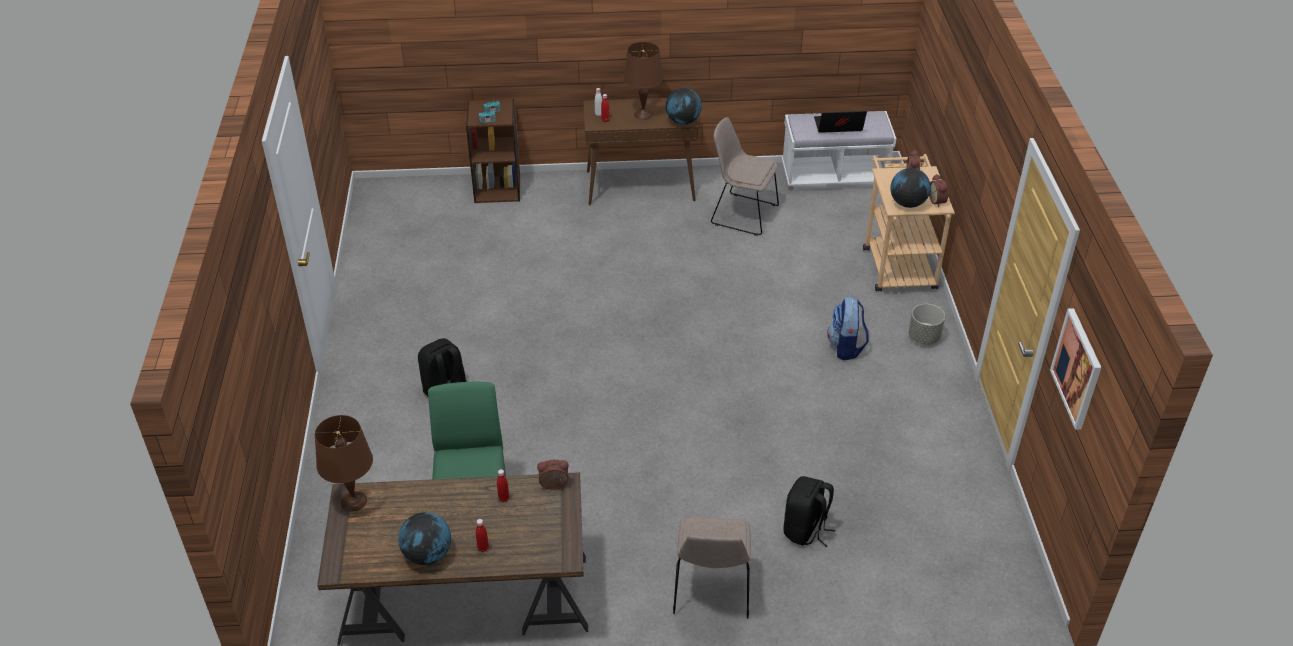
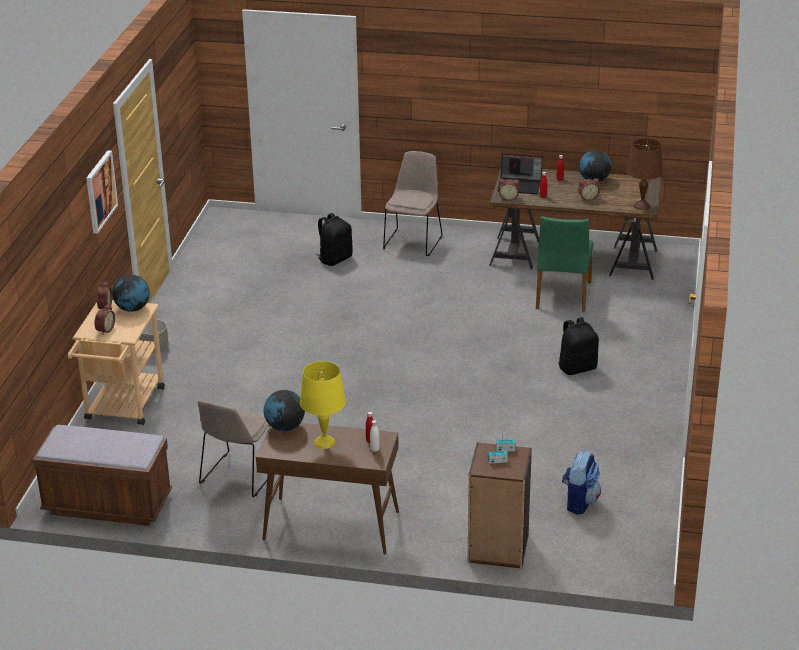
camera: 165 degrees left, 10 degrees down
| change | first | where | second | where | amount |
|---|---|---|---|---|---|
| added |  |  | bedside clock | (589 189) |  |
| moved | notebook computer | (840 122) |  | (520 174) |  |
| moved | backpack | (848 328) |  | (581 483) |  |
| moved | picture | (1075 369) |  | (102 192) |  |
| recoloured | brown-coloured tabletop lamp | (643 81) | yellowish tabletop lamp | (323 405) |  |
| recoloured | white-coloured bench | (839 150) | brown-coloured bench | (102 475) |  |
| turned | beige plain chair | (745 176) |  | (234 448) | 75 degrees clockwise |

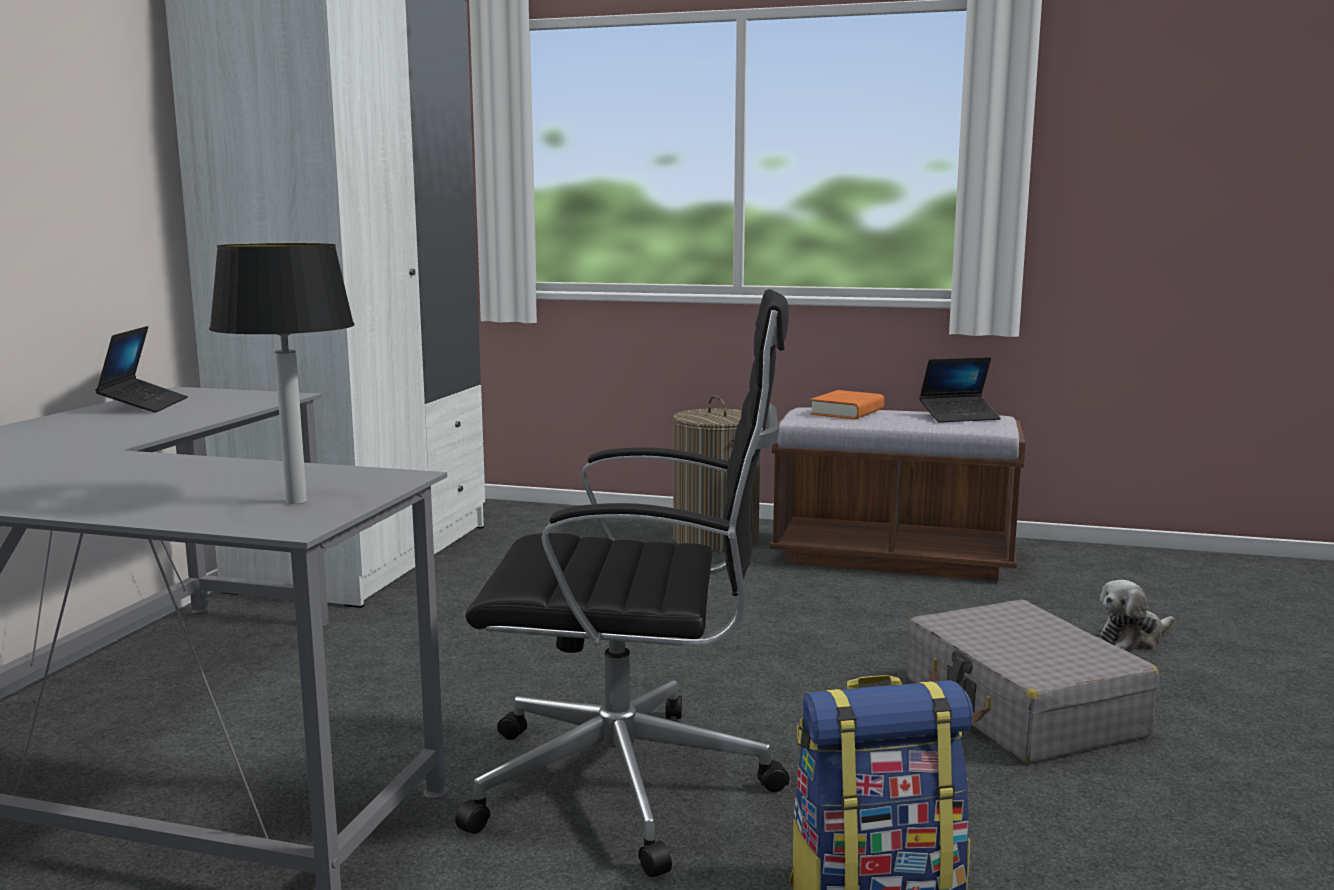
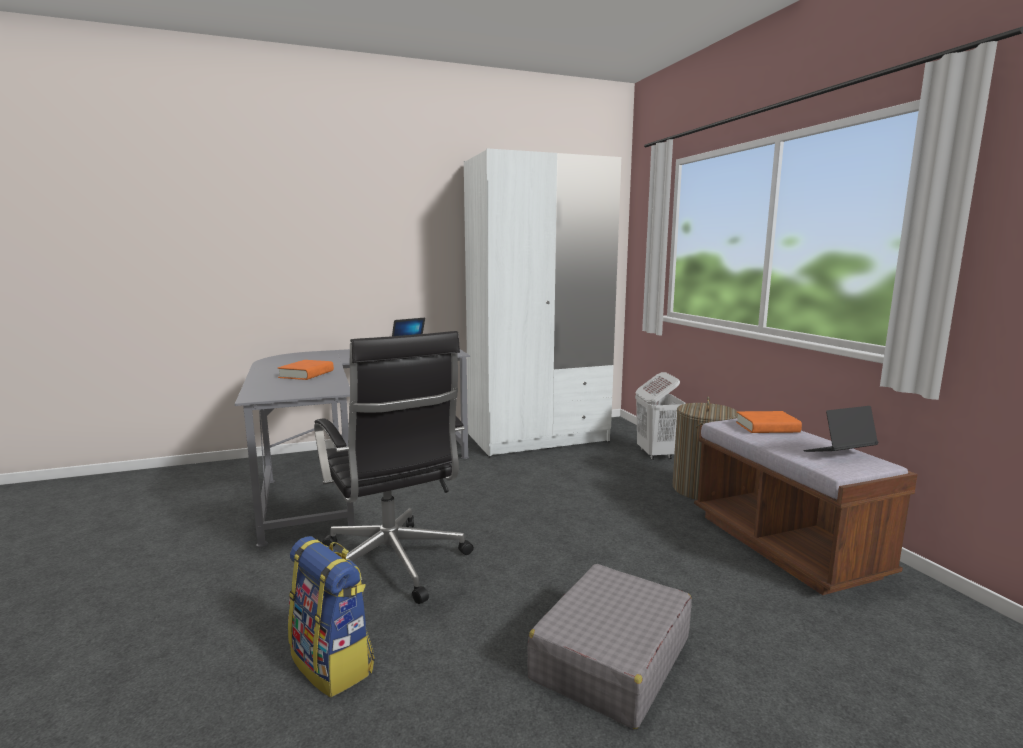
camera: 55 degrees right, 0 degrees up
| change | first | where | second | where | amount |
|---|---|---|---|---|---|
| removed | tabletop lamp | (281 373) |  |  |  |
| removed | plush toy | (1137 615) |  |  |  |
| added |  |  | orange book | (306 370) |  |
| added |  |  | white-coloured laundry basket | (660 416) |  |
| turned | notebook computer | (960 390) |  | (841 429) | 120 degrees clockwise |

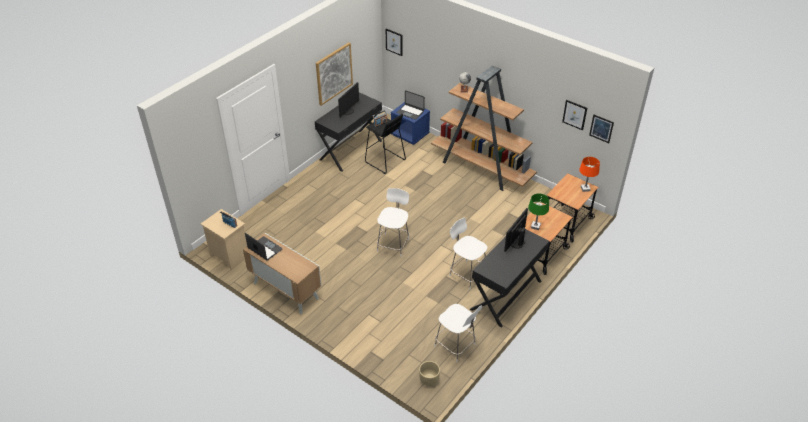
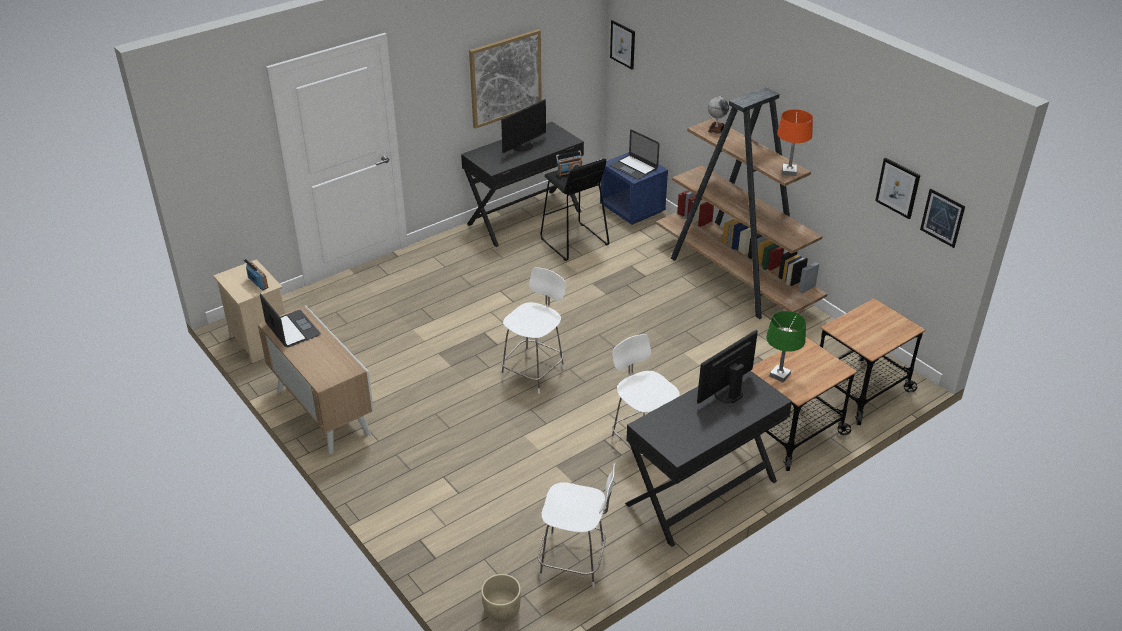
camera: 15 degrees right, 5 degrees down
| change | first | where | second | where | amount |
|---|---|---|---|---|---|
| moved | orange tabletop lamp | (589 174) |  | (795 142) |  |
| turned | white-coloured plain chair | (458 333) |  | (577 525) | 45 degrees counterclockwise |

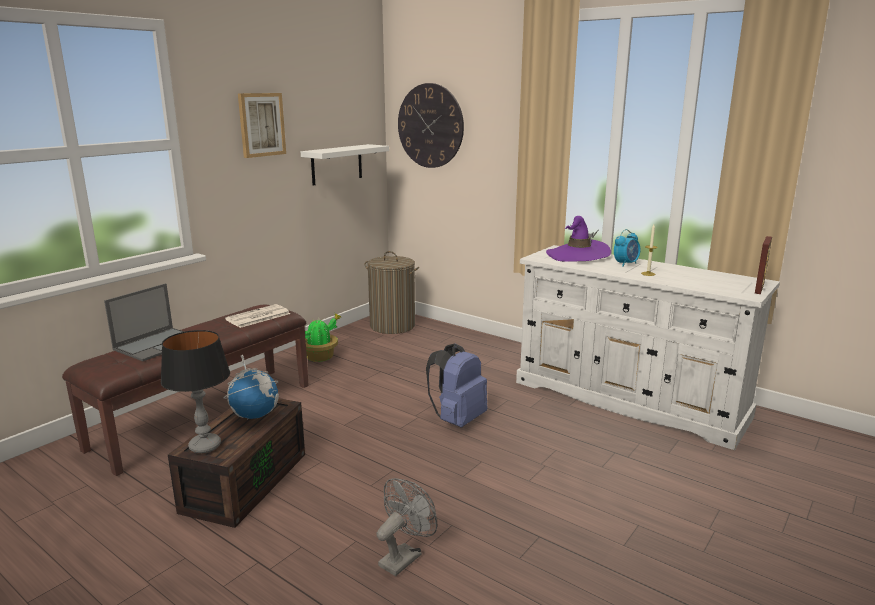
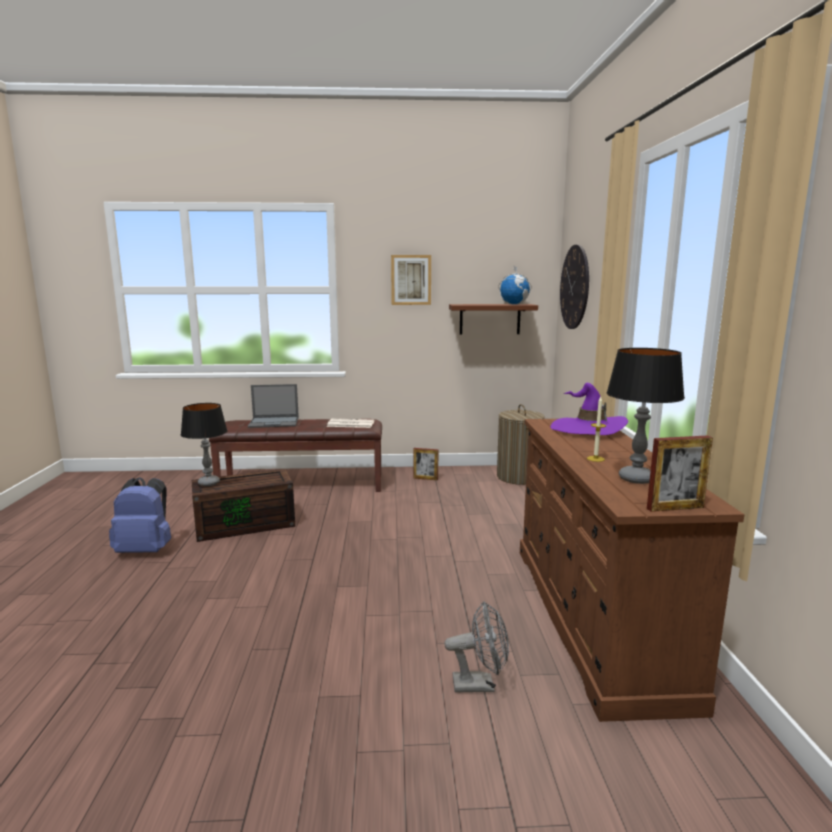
camera: 50 degrees right, 5 degrees down
| change | first | where | second | where | amount |
|---|---|---|---|---|---|
| removed | bedside clock | (627 248) |  |  |  |
| added |  |  | tabletop lamp | (645 416) |  |
| moved | globe | (251 387) |  | (515 285) |  |
| moved | grey electric fan | (406 527) |  | (476 646) |  |
| moved | blue backpack | (457 385) |  | (140 515) |  |
| replaced | plant in a pot | (323 337) | standing frame | (425 464) |  |
| recoloured | white-coloured wall shelf | (345 165) | brown-coloured wall shelf | (493 319) |  |
| recoloured | white-coloured drawer chest | (648 347) | brown-coloured drawer chest | (632 570) |  |

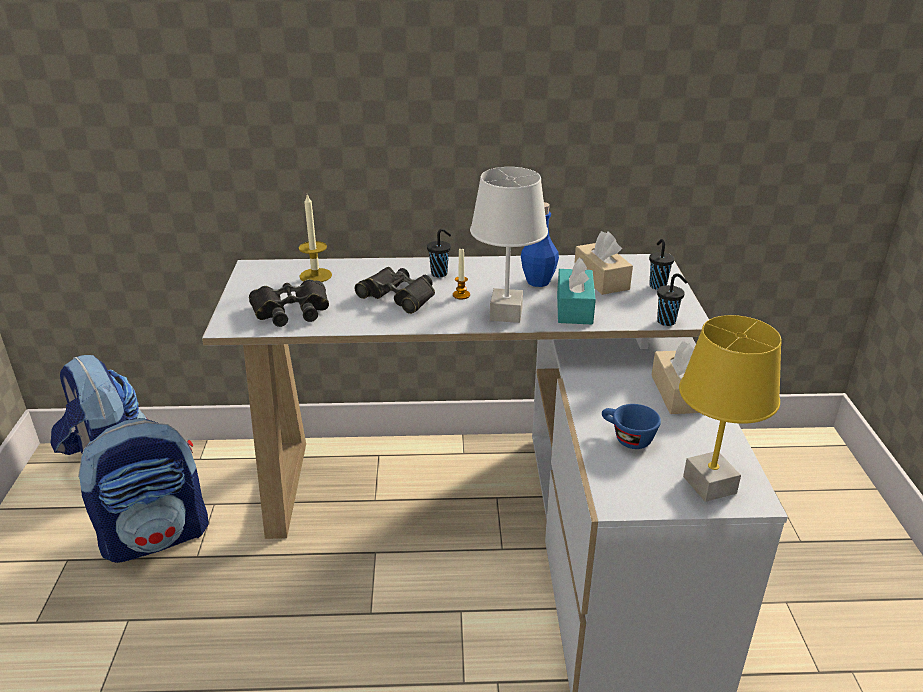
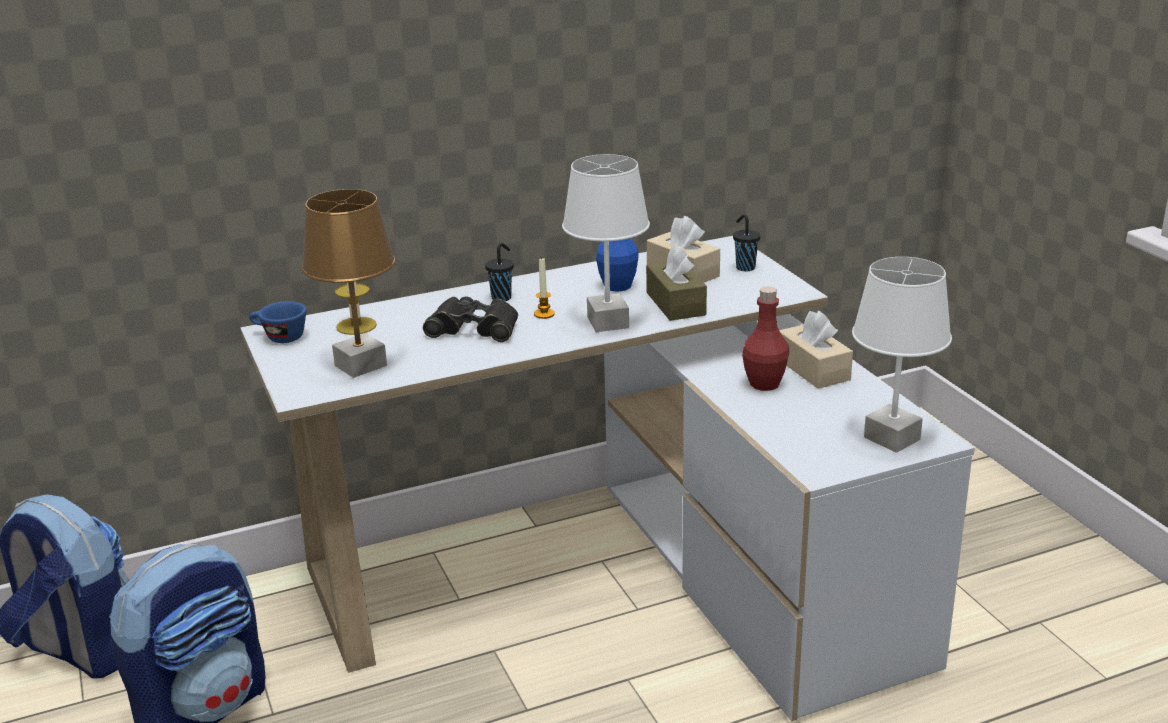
camera: 20 degrees left, 5 degrees down
| change | first | where | second | where | amount |
|---|---|---|---|---|---|
| removed | black-coloured cup | (672 299) |  |  |  |
| added |  |  | red bottle | (766 338) |  |
| moved | blue cup | (631 426) |  | (277 322) |  |
| replaced | black-coloured field glasses | (289 303) | brown-coloured tabletop lamp | (349 283) |  |
| recoloured | turquoise-coloured box of tissues | (576 291) | brown-coloured box of tissues | (676 283) |  |
| recoloured | yellowish tabletop lamp | (730 408) | white-coloured tabletop lamp | (902 355) |  |

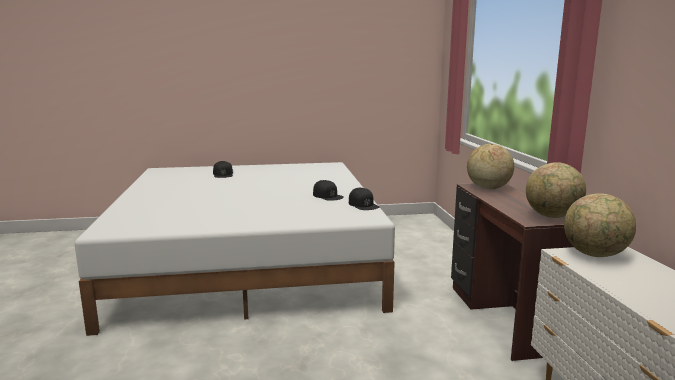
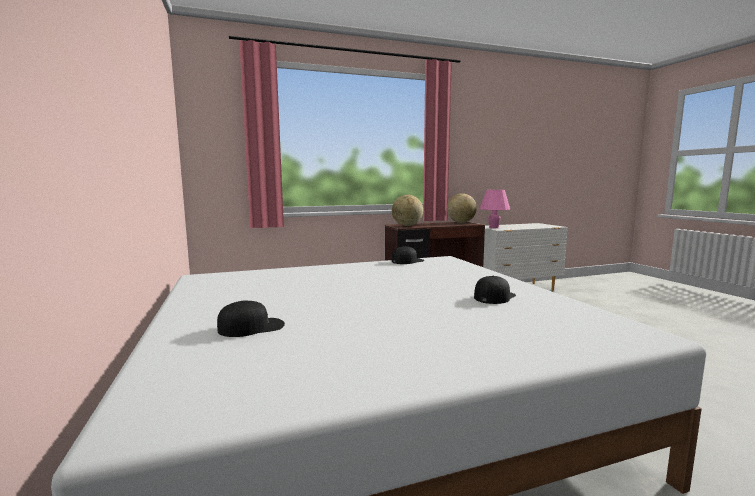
camera: 100 degrees left, 5 degrees down
| change | first | where | second | where | amount |
|---|---|---|---|---|---|
| moved | black-coloured peaked cap | (328 190) |  | (495 290) |  |
| replaced | globe | (600 225) | pink tabletop lamp | (495 209) |  |

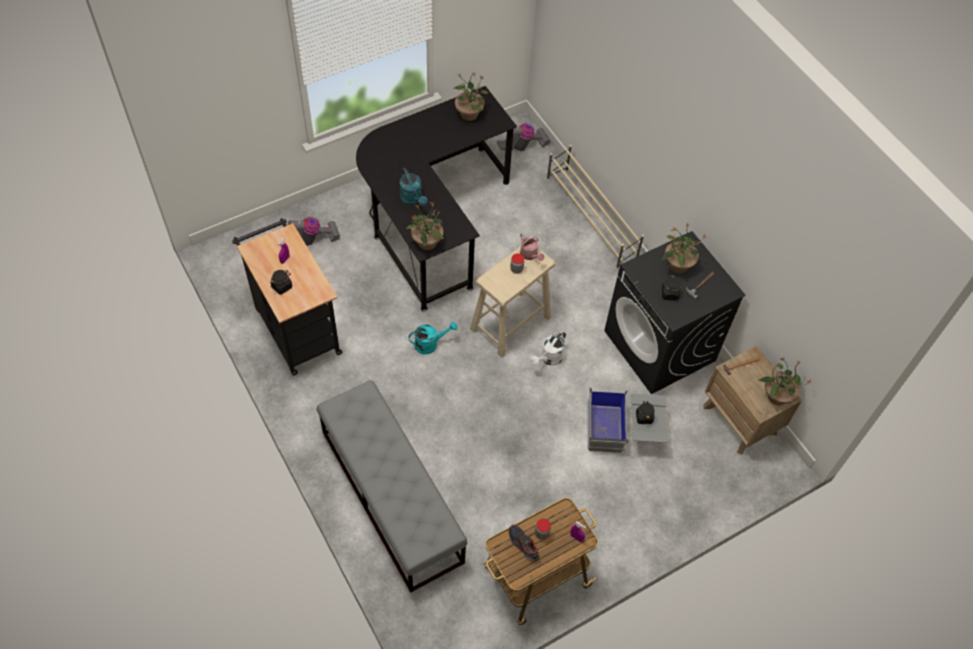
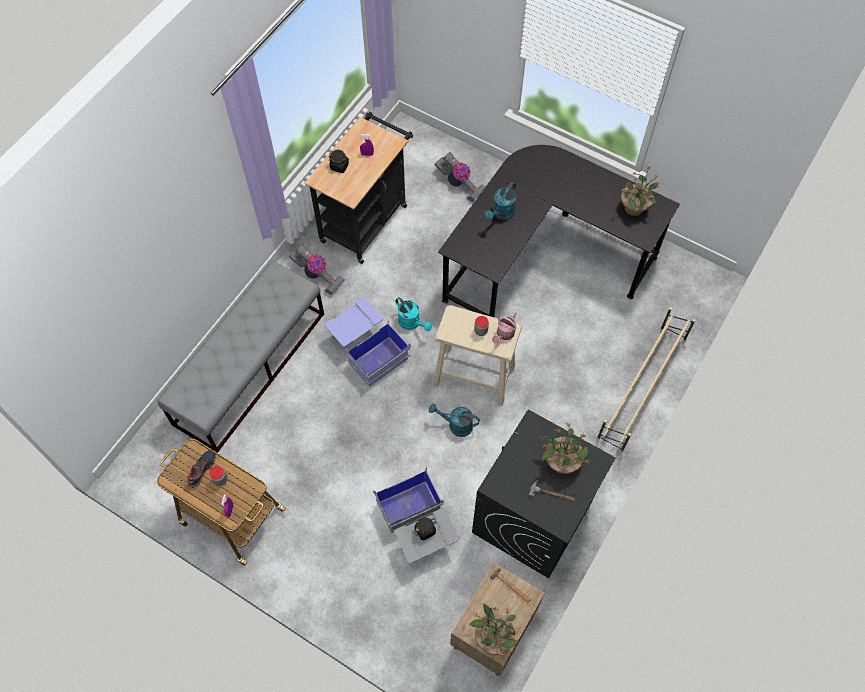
camera: 65 degrees right, 5 degrees up
| change | first | where | second | where | amount |
|---|---|---|---|---|---|
| removed | plant in a pot | (425 226) |  |  |  |
| removed | black-coloured storage jar | (671 288) |  |  |  |
| added |  |  | blue storage container | (368 341) |  |
| moved | hoover | (524 137) |  | (317 269) |  |
| recoloured | white-coloured watering can | (548 348) | turquoise-coloured watering can | (454 420) |  |

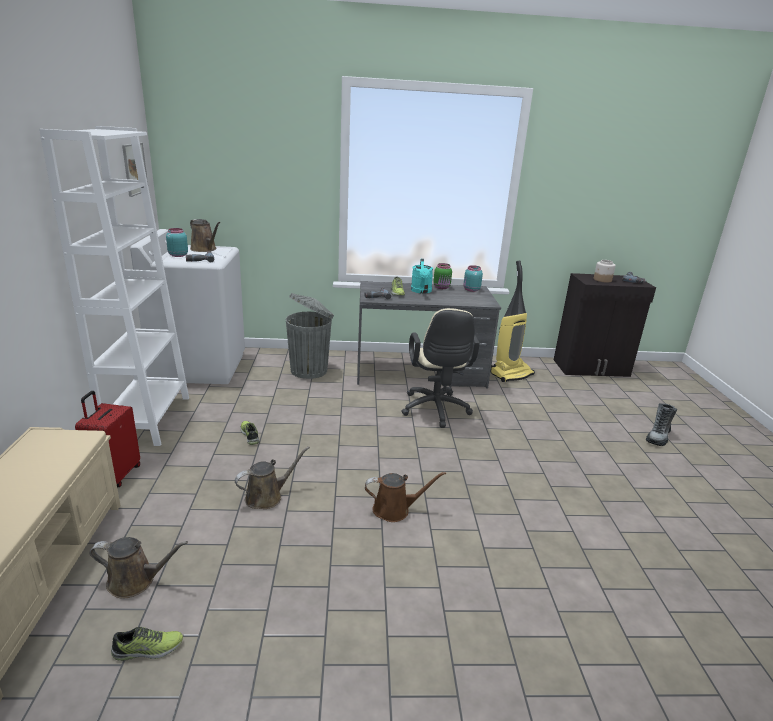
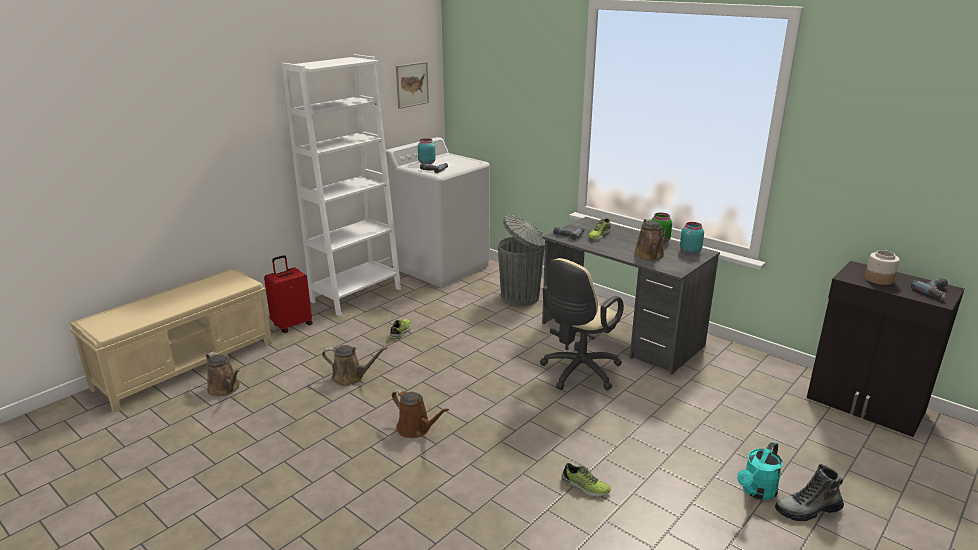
camera: 45 degrees right, 0 degrees up
| change | first | where | second | where | amount |
|---|---|---|---|---|---|
| removed | hoover | (512 321) |  |  |  |
| moved | item of footwear | (147 644) |  | (586 480) |  |
| moved | brown-coloured watering can | (205 235) |  | (649 240) |  |
| moved | turquoise-coloured watering can | (422 276) |  | (760 470) |  |

